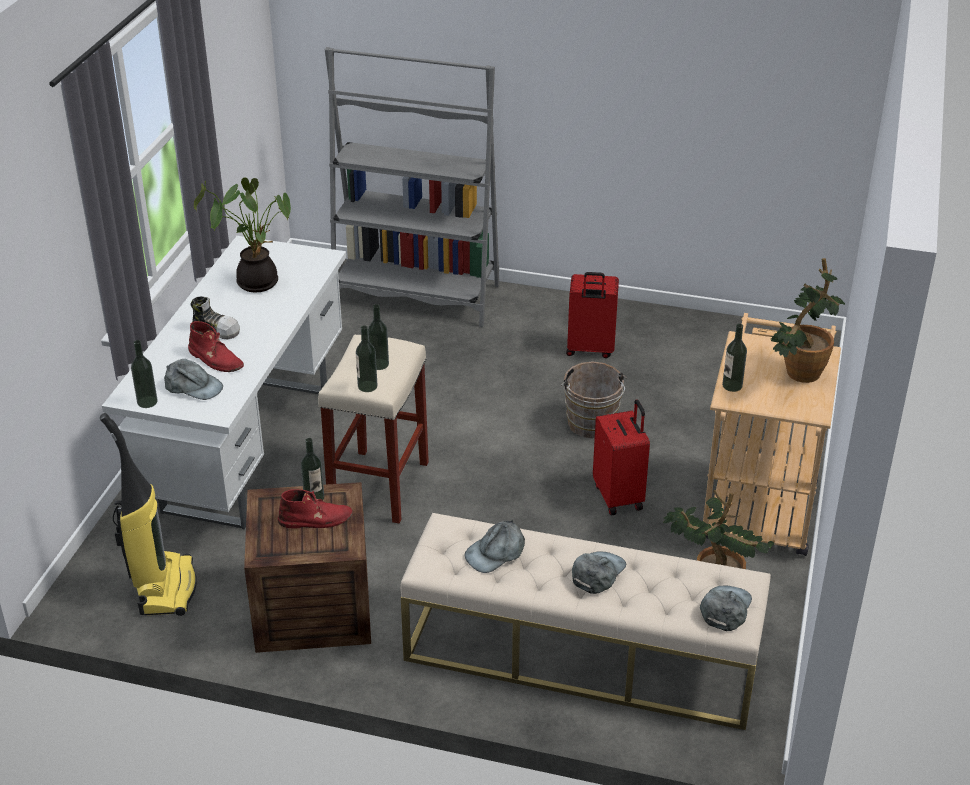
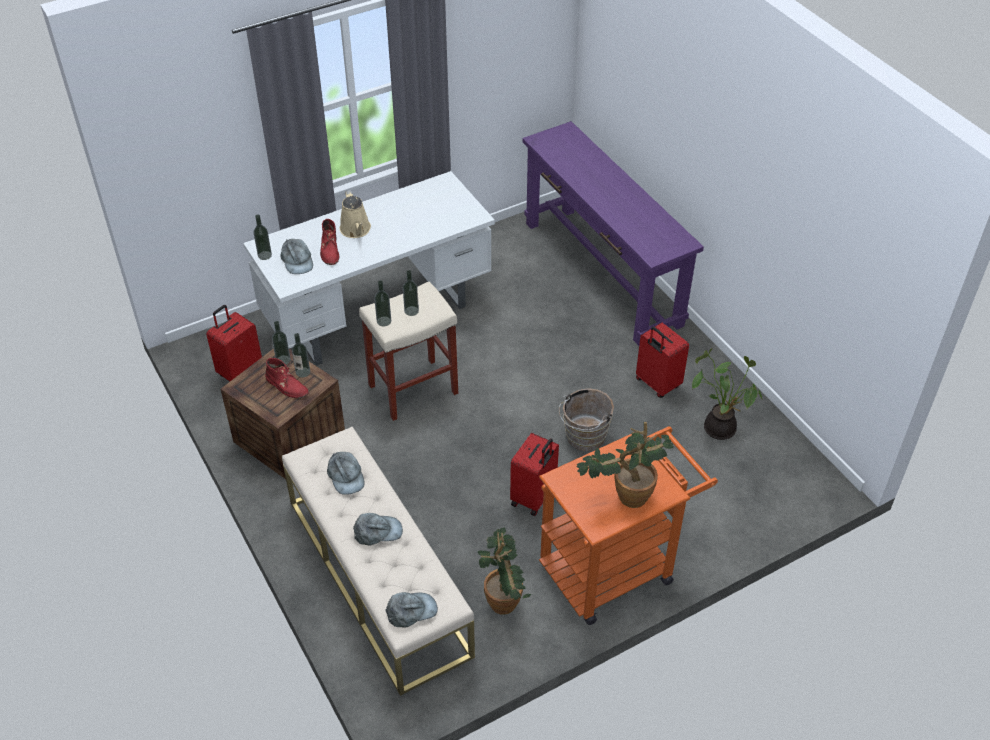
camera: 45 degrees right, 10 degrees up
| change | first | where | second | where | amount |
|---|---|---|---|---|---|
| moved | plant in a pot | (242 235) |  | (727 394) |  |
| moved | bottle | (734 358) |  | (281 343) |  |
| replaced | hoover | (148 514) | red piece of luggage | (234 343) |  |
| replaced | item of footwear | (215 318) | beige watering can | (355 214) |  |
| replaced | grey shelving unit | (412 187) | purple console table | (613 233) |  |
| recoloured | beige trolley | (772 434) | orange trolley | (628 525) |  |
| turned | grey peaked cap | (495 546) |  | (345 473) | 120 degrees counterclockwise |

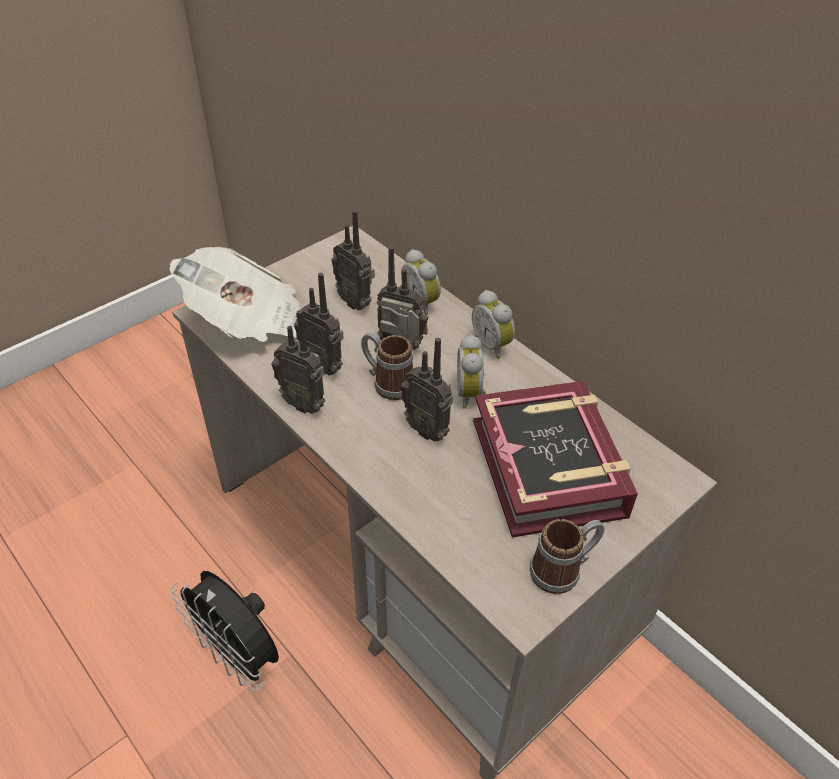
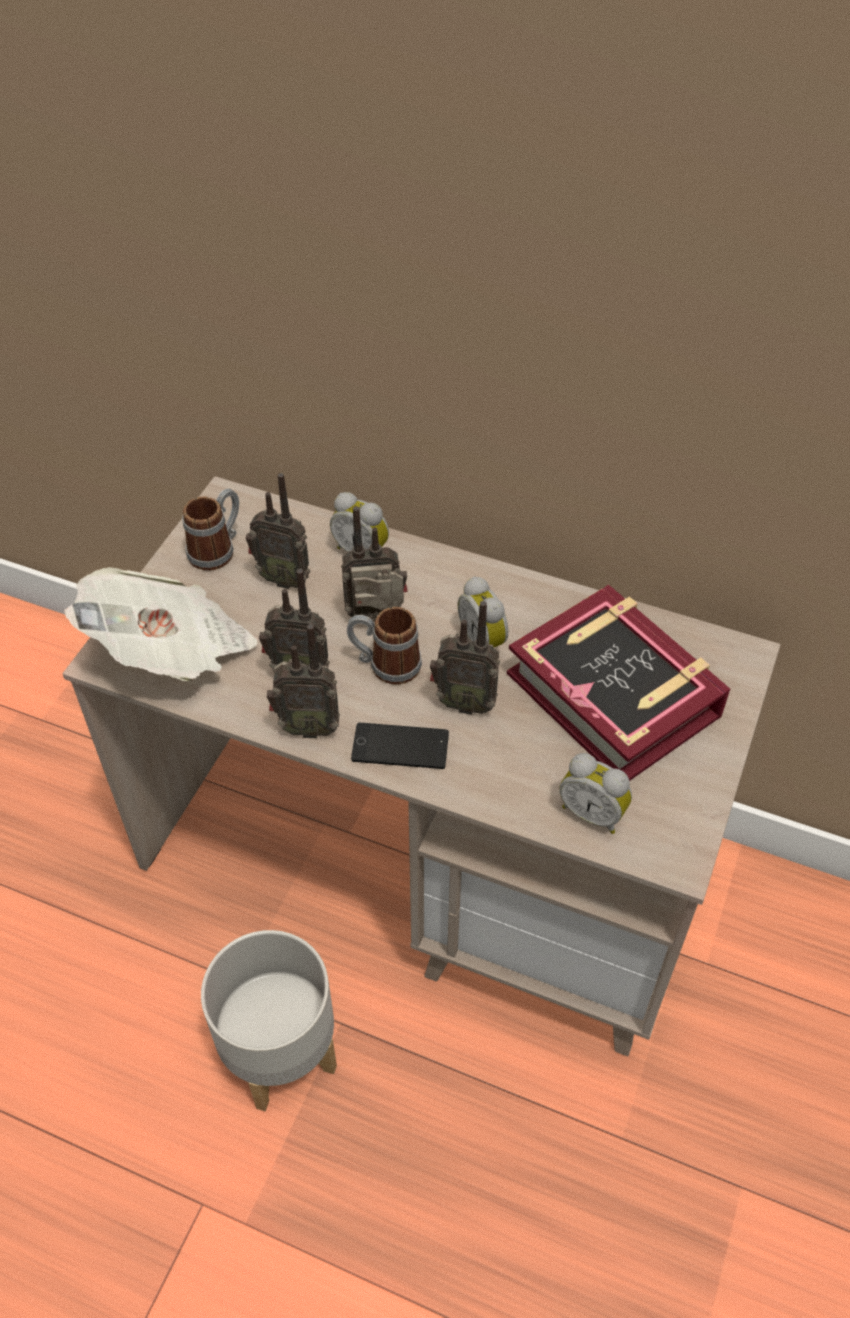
camera: 25 degrees left, 5 degrees up
| change | first | where | second | where | amount |
|---|---|---|---|---|---|
| added |  |  | handset | (400 746) |  |
| moved | bedside clock | (493 324) |  | (596 793) |  |
| moved | mug | (567 556) |  | (210 529) |  |
| replaced | black-coloured electric fan | (225 631) | grey plant pot | (269 1020) |  |

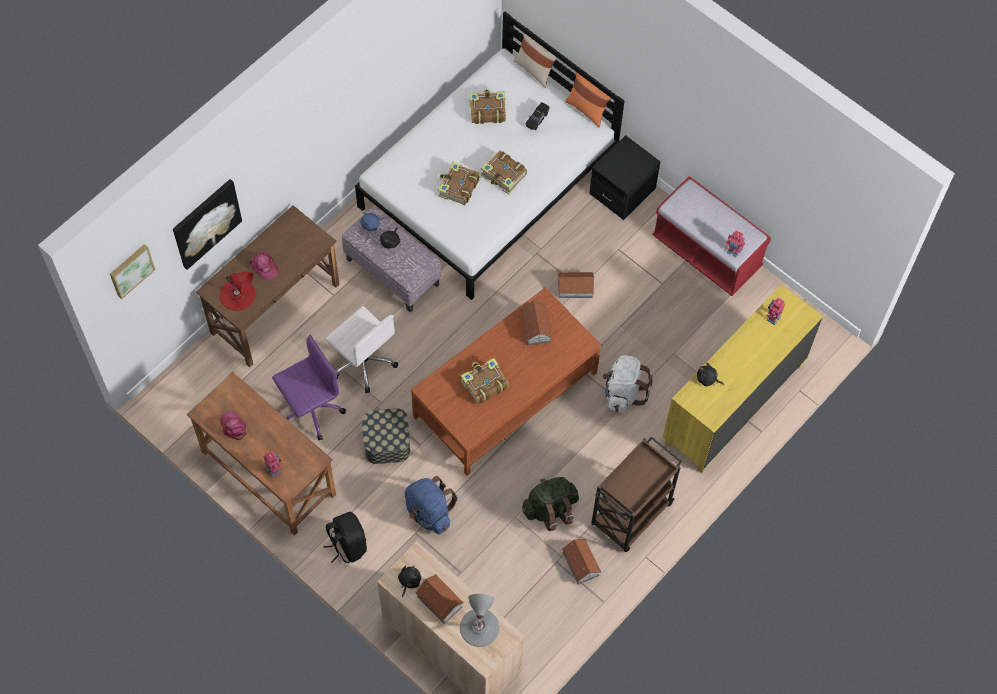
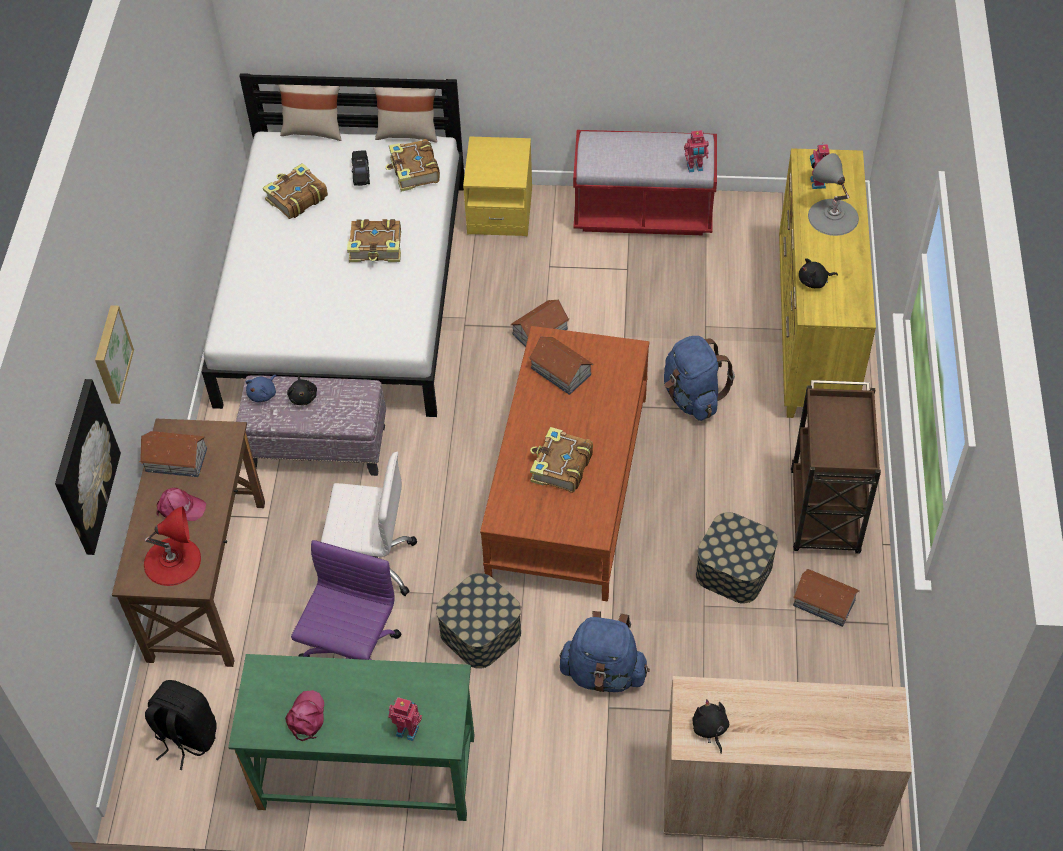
camera: 35 degrees left, 10 degrees down
| change | first | where | second | where | amount |
|---|---|---|---|---|---|
| moved | picture | (132 271) |  | (114 354) |  |
| moved | black-coloured backpack | (345 537) |  | (181 725) |  |
| moved | toy house | (440 599) |  | (173 454) |  |
| moved | book | (459 183) |  | (412 165) |  |
| moved | grey tabletop lamp | (480 620) |  | (833 194) |  |
| replaced | greenish backpack | (550 504) | storage container | (737 558) |  |
| recoloured | brown-coloured desk | (261 454) | greenish desk | (351 737) |  |
| recoloured | orange cushion | (588 100) | beige cushion | (405 115) |  |
| recoloured | black-coloured bedside table | (625 177) | yellowish bedside table | (497 186) |  |
| recoloured | white-coloured backpack | (627 383) | blue backpack | (699 378) |  |
| turned | pink peaked cap | (234 425) |  | (304 715) | 75 degrees clockwise |

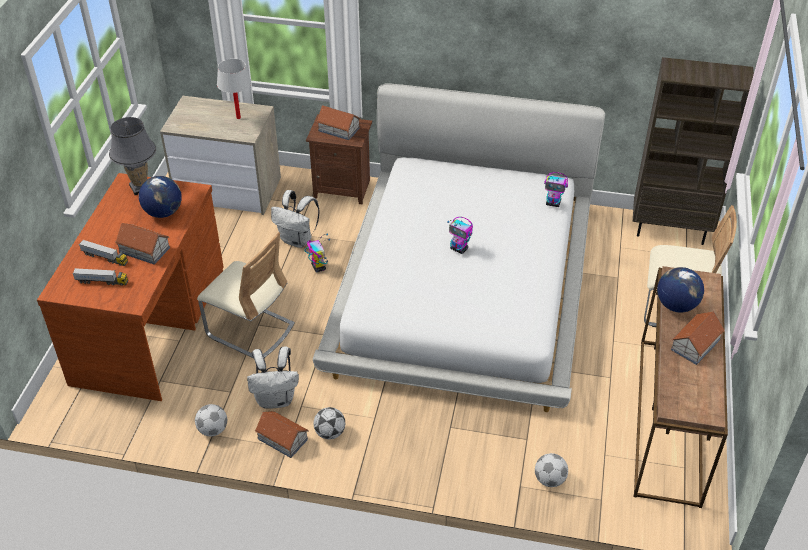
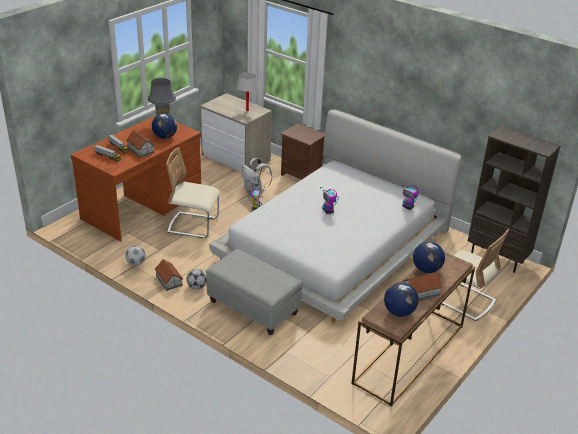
camera: 25 degrees right, 10 degrees down
| change | first | where | second | where | amount |
|---|---|---|---|---|---|
| removed | white-coloured backpack | (273 377) |  |  |  |
| removed | toy house | (338 123) |  |  |  |
| removed | football ball | (551 470) |  |  |  |
| added |  |  | grey footrest | (254 292) |  |
| added |  |  | globe | (401 299) |  |
| turned | beige plain chair | (246 295) |  | (193 192) | 135 degrees clockwise |

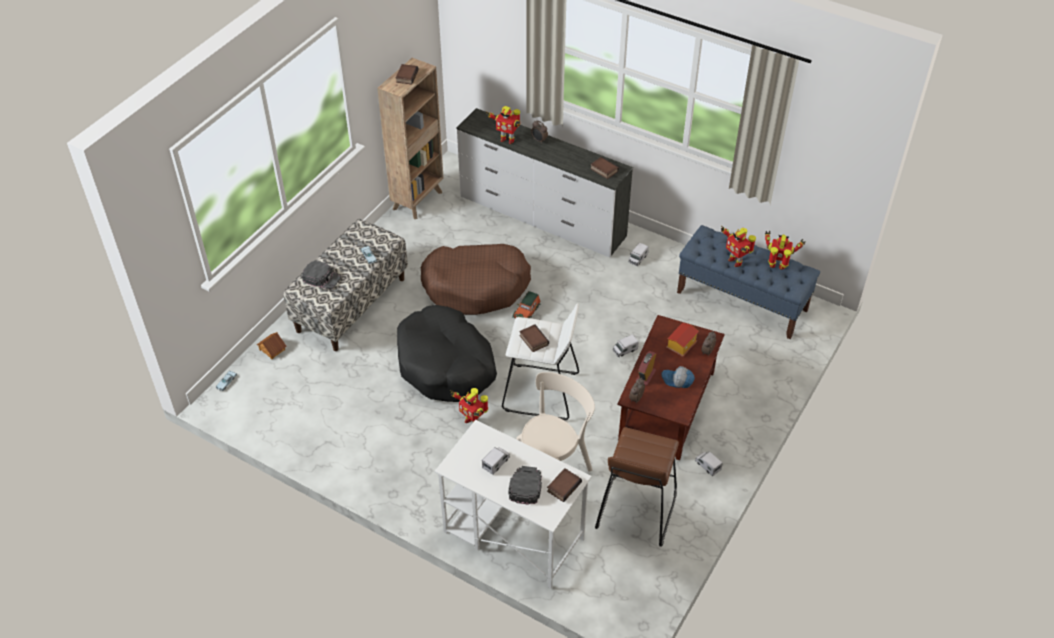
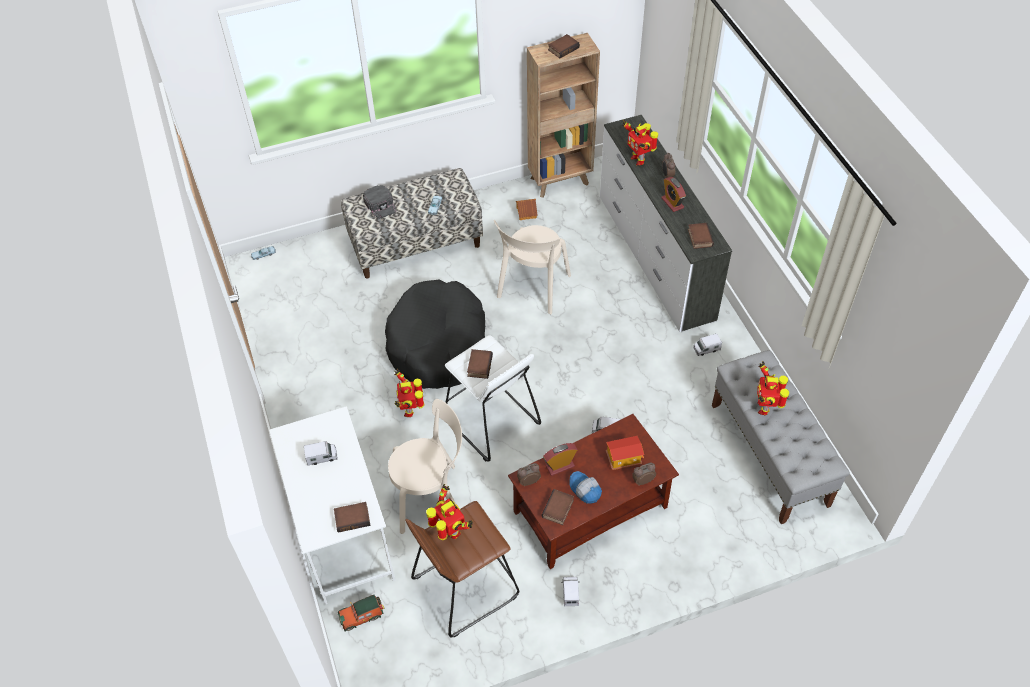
camera: 40 degrees right, 5 degrees up
| change | first | where | second | where | amount |
|---|---|---|---|---|---|
| removed | black-coloured peaked cap | (525 485) |  |  |  |
| added |  |  | book | (558 507) |  |
| added |  |  | bedside clock | (673 194) |  |
| moved | toy house | (271 345) |  | (527 209) |  |
| moved | model car | (526 304) |  | (361 613) |  |
| moved | robot figure | (785 250) |  | (449 512) |  |
| replaced | brown-coloured dog bed | (476 279) | beige plain chair | (532 267) |  |
| recoloured | blue bench | (748 282) | grey bench | (781 437) |  |

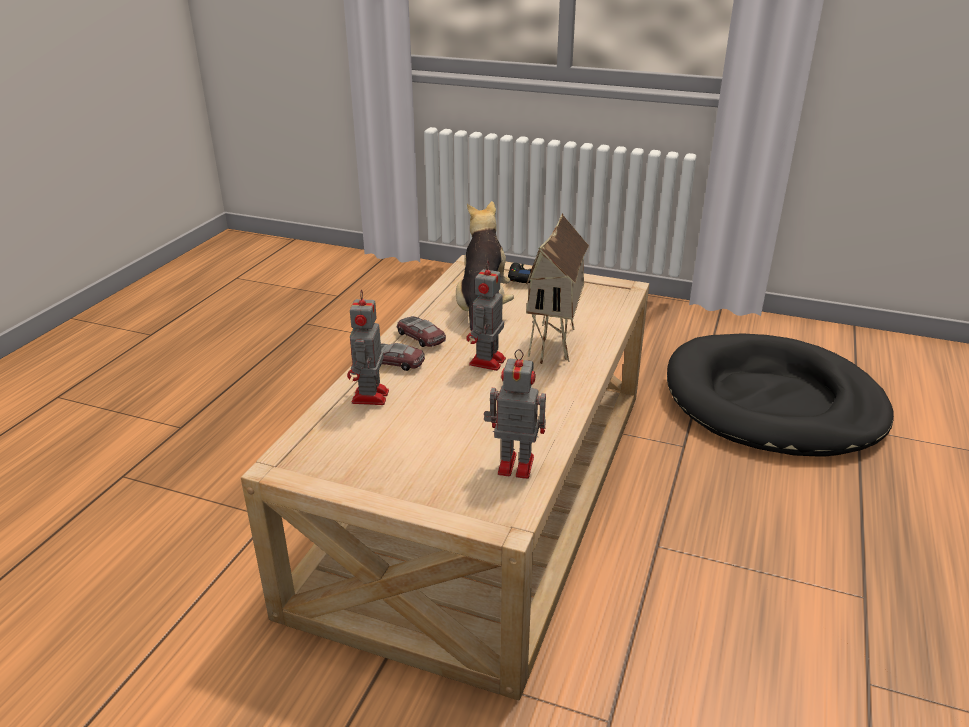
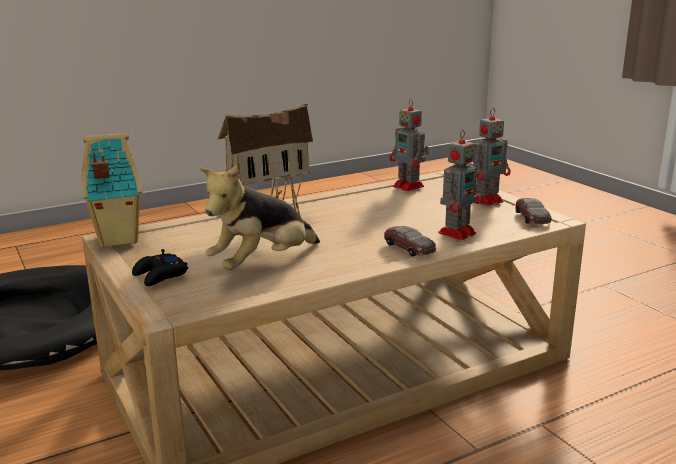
camera: 140 degrees left, 10 degrees down
| change | first | where | second | where | amount |
|---|---|---|---|---|---|
| added |  |  | toy house | (112 190) |  |
| moved | model car | (421 331) |  | (533 211) |  |
| moved | robot figure | (486 316) |  | (492 157) |  |

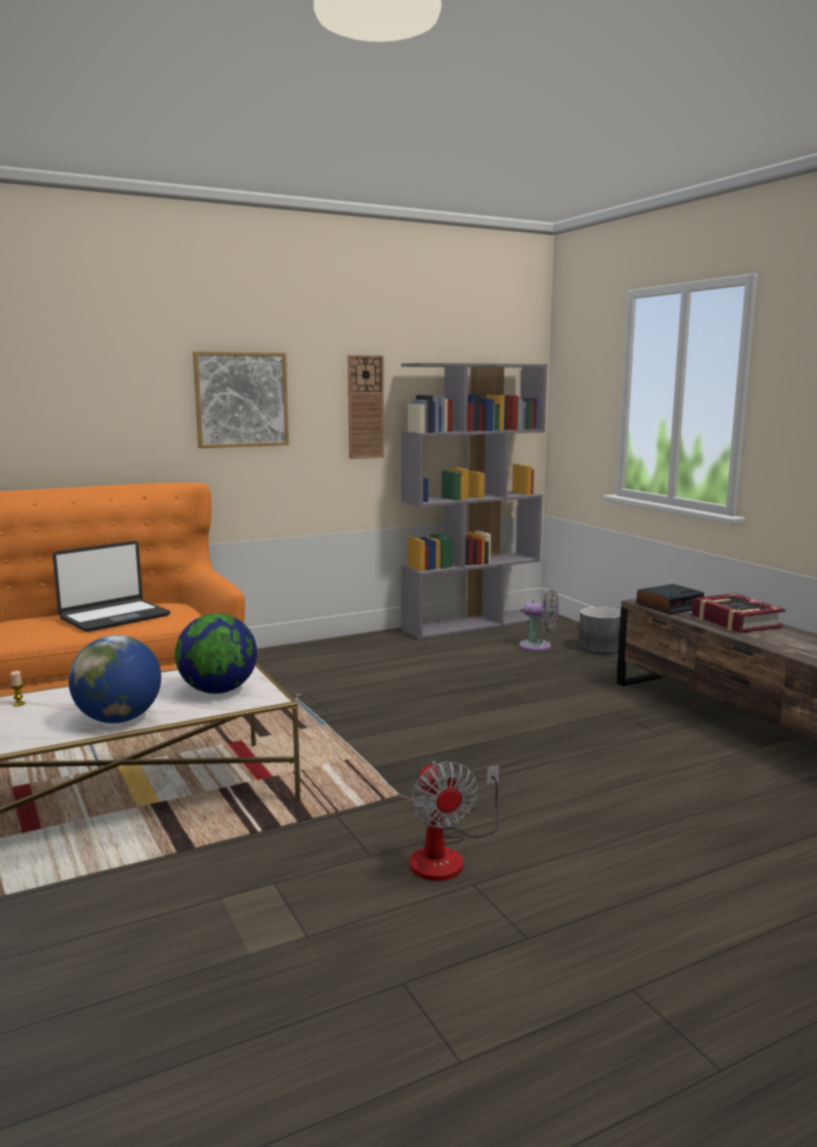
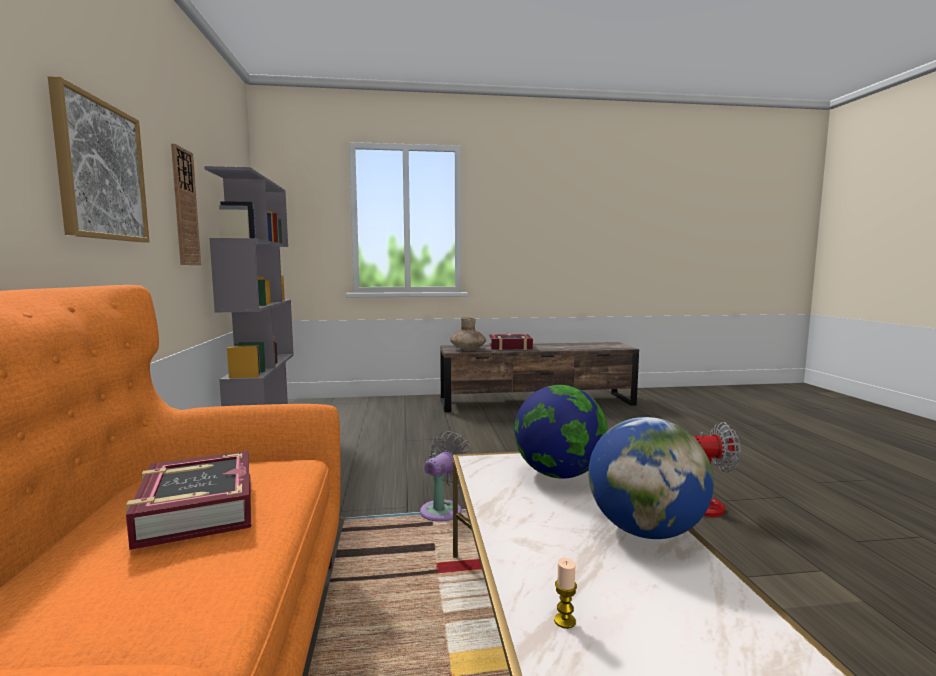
camera: 70 degrees left, 5 degrees down
| change | first | where | second | where | amount |
|---|---|---|---|---|---|
| removed | grey plant pot | (600 630) |  |  |  |
| moved | grey electric fan | (539 620) |  | (446 476) |  |
| replaced | notebook computer | (111 586) | book | (188 500) |  |
| replaced | bedside clock | (670 599) | brown-coloured flower vase | (468 334) |  |

